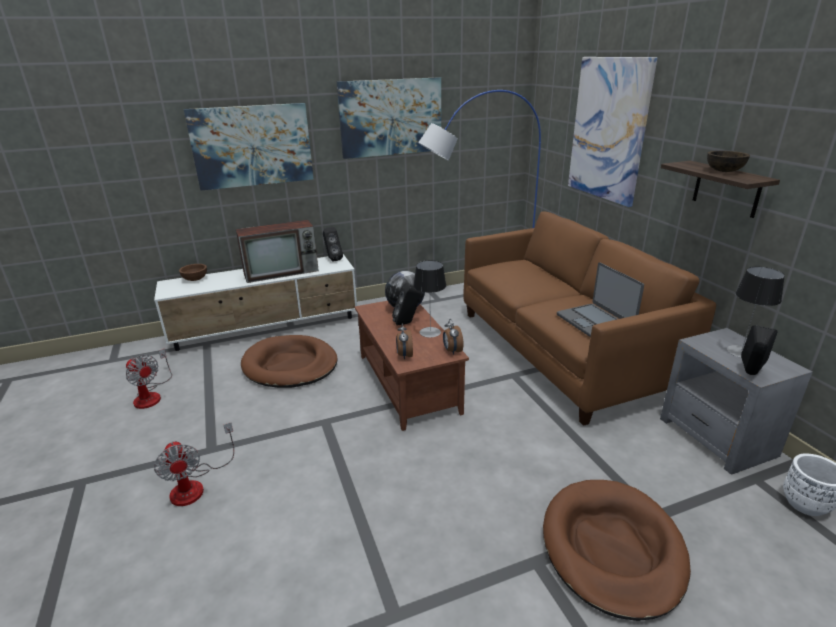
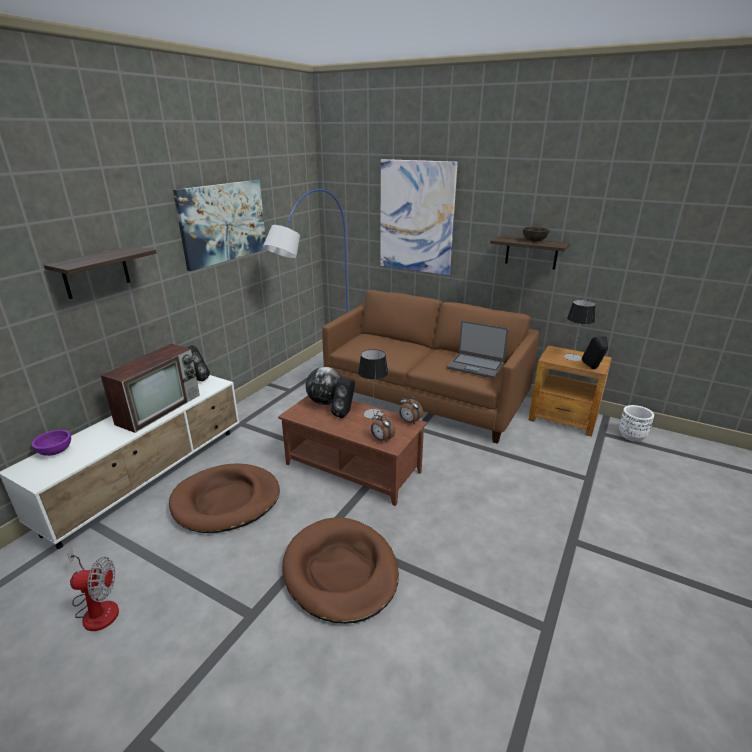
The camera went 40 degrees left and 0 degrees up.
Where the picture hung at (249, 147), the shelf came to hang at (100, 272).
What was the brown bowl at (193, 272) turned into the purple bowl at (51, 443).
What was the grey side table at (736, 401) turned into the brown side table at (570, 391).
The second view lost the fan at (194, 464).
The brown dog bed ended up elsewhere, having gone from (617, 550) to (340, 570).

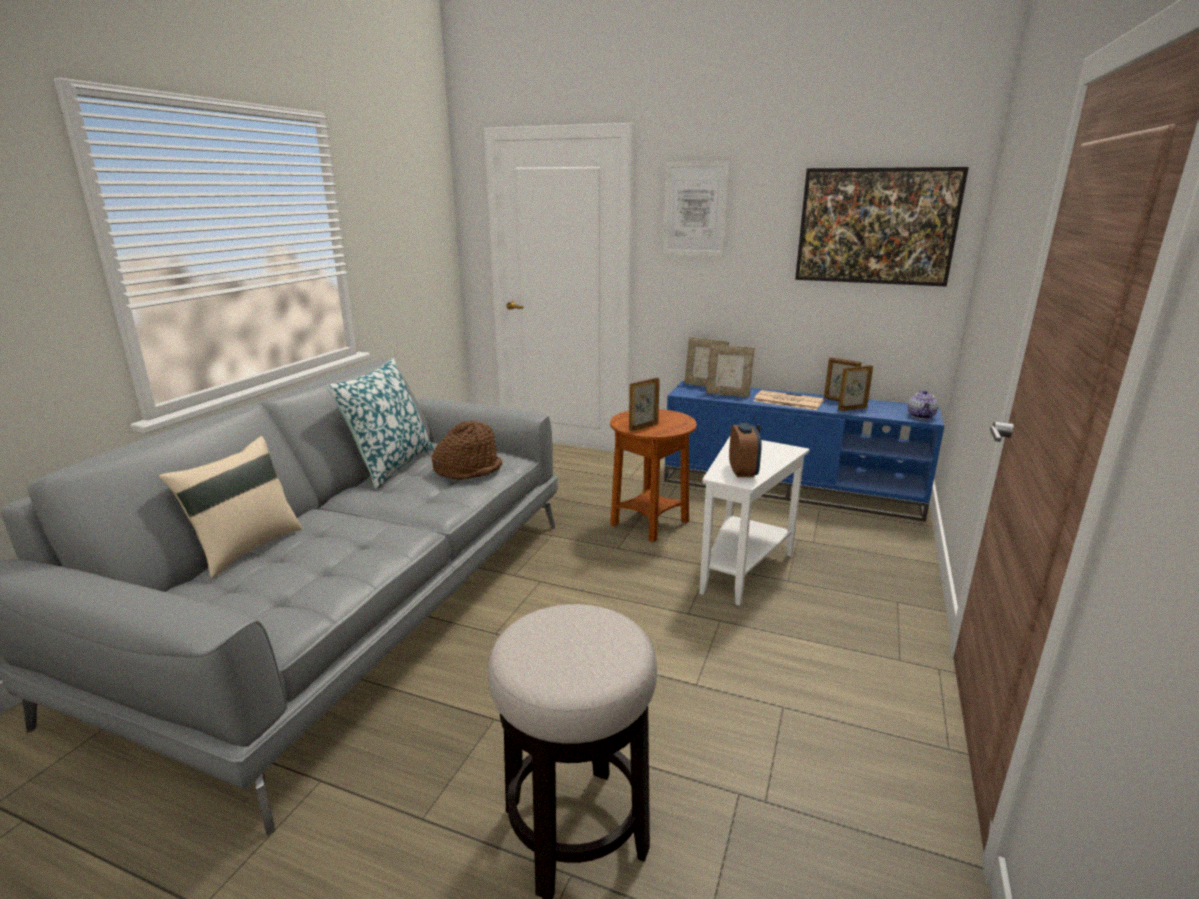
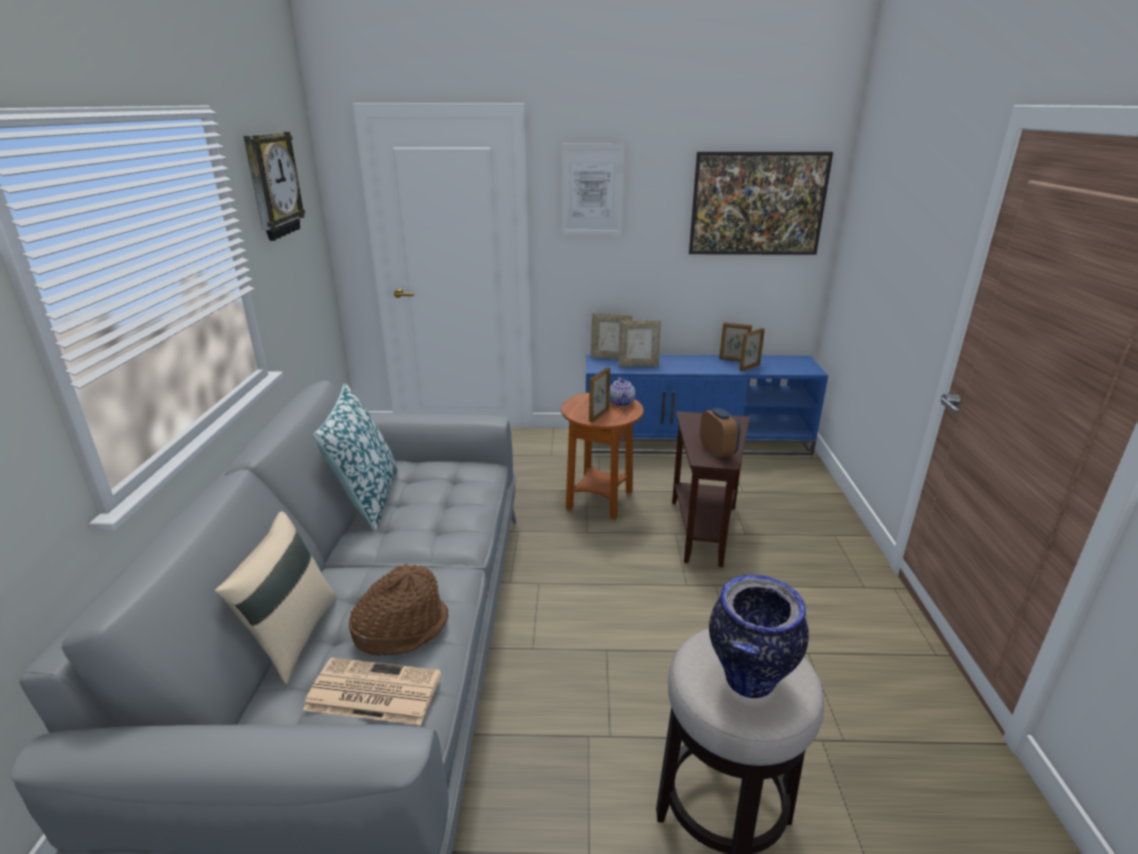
The camera went 20 degrees left and 5 degrees up.
The newspaper ended up elsewhere, having gone from (789, 400) to (372, 691).
The teapot ended up elsewhere, having gone from (923, 404) to (622, 392).
The brown hat ended up elsewhere, having gone from (467, 450) to (398, 610).
What was the white side table at (754, 521) turned into the brown side table at (711, 489).
The second view gained the wall clock at (274, 186).
The second view gained the vase at (759, 636).

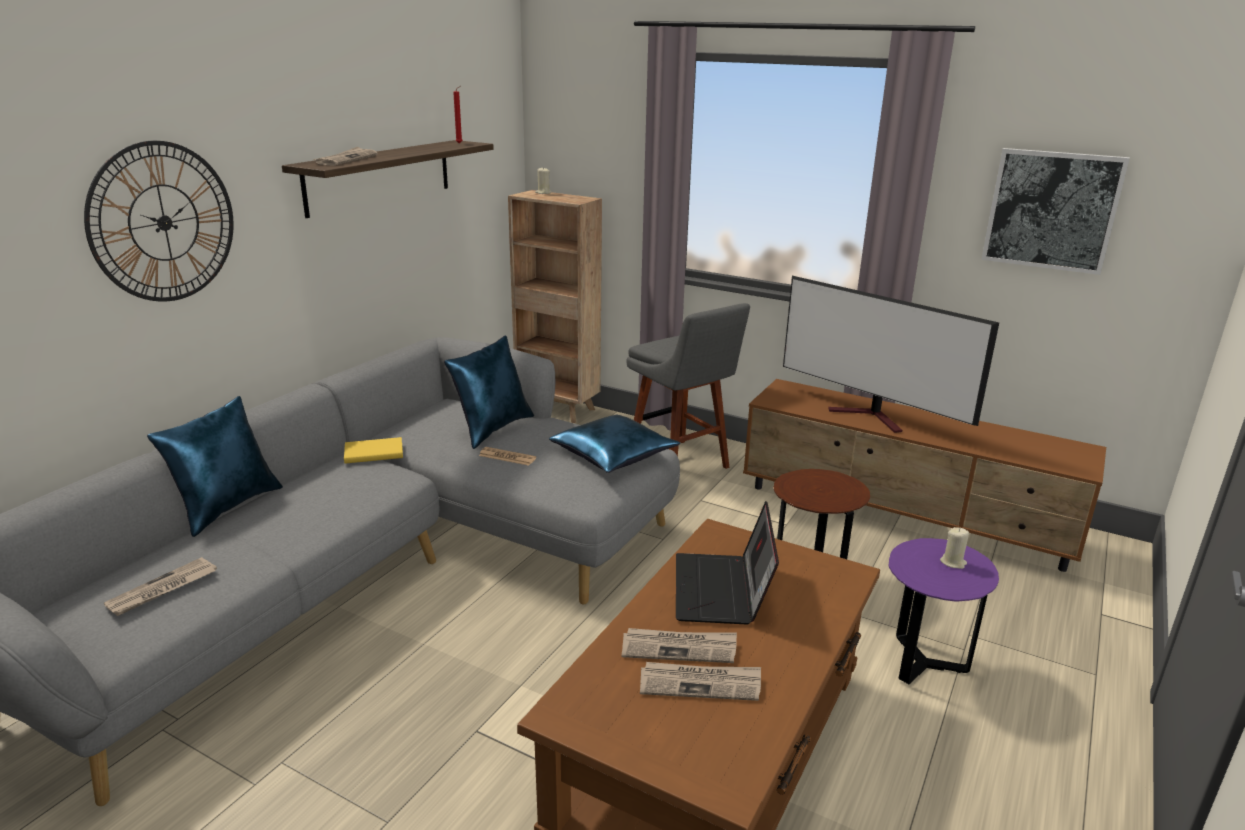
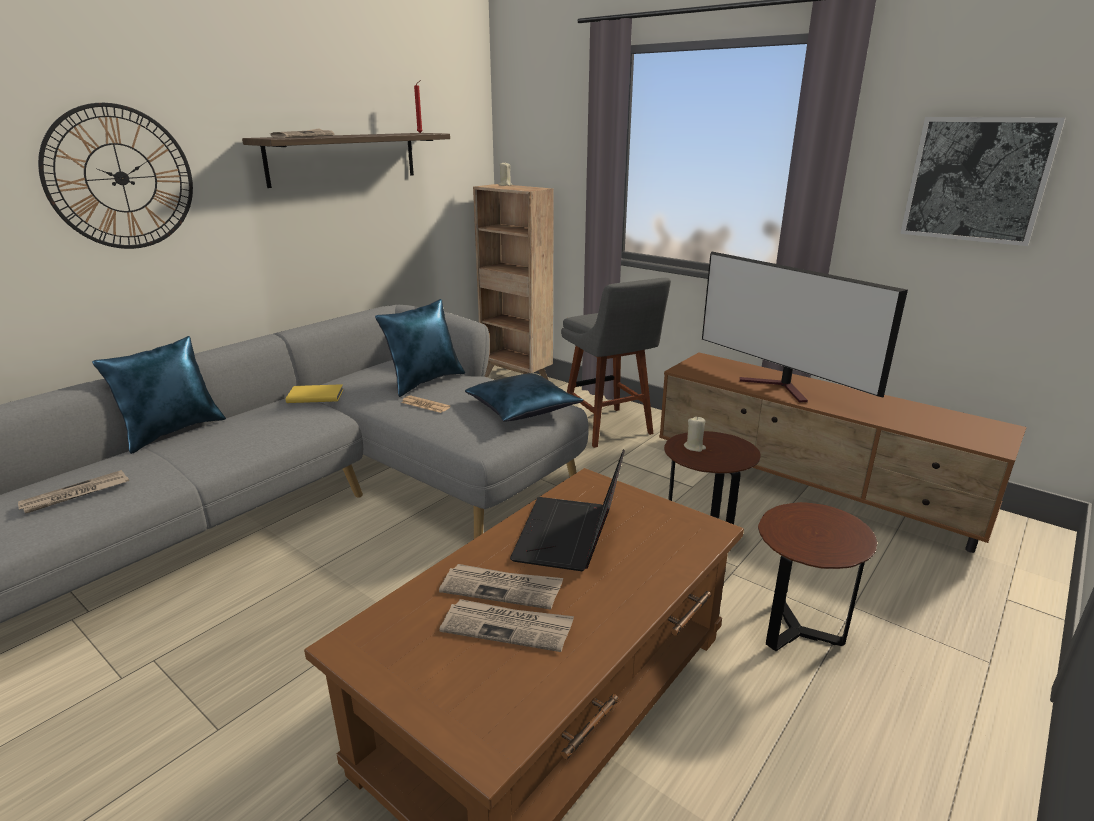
The camera went 10 degrees right and 0 degrees up.
The beige candle ended up elsewhere, having gone from (954, 548) to (695, 434).
What was the purple side table at (944, 611) turned into the brown side table at (817, 576).

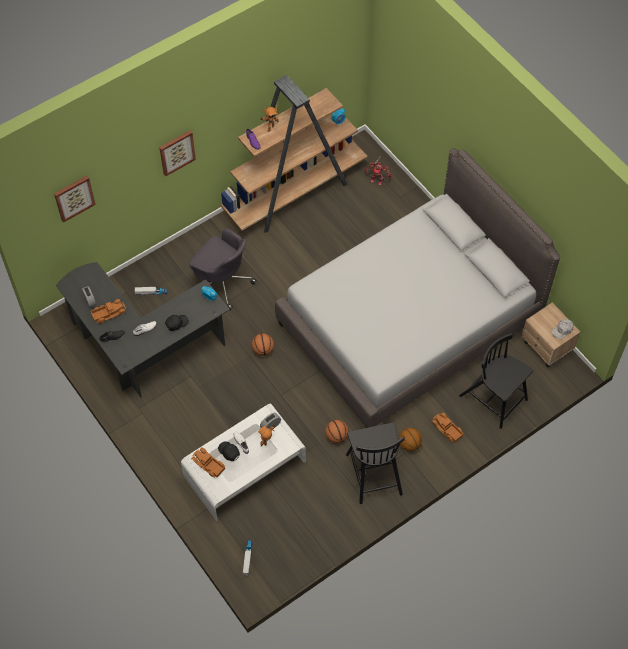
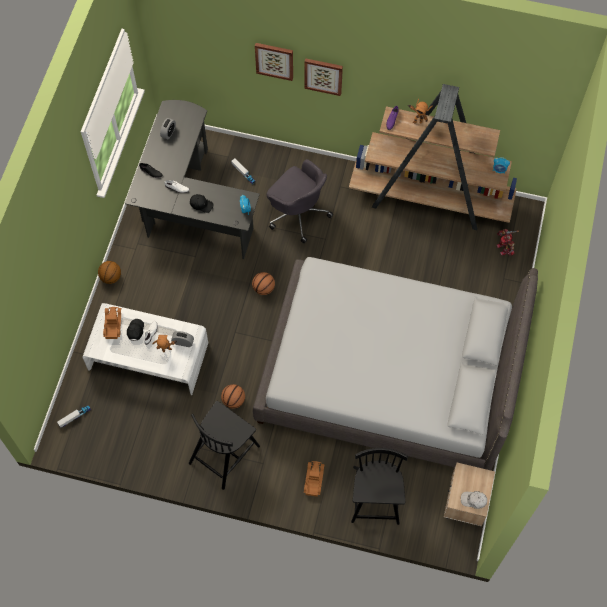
The camera went 50 degrees right and 5 degrees up.
The picture ended up elsewhere, having gone from (75, 199) to (274, 62).
The grey office chair at (223, 269) ended up facing another way, 45 degrees counterclockwise from before.
The second view lost the toy truck at (108, 311).
The basketball ended up elsewhere, having gone from (410, 439) to (109, 272).

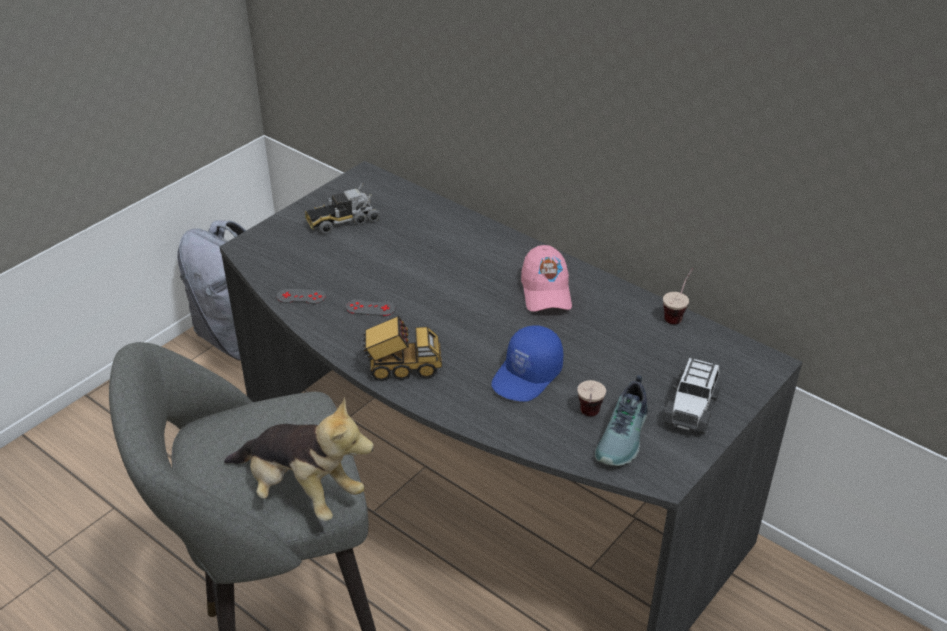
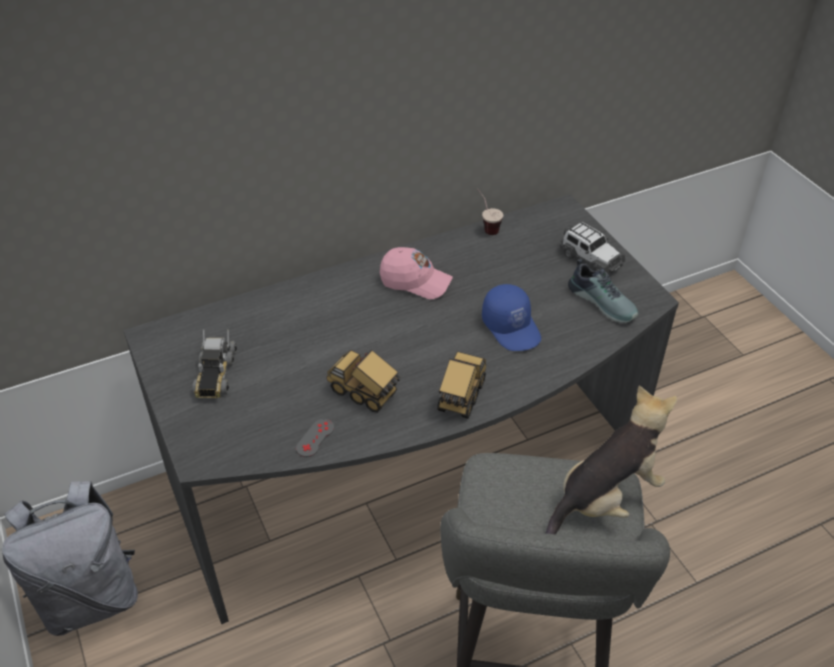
The camera went 65 degrees left and 5 degrees up.
Where the grey game controller stood at (370, 307), the toy truck came to stand at (364, 381).
The second view lost the cup at (591, 398).

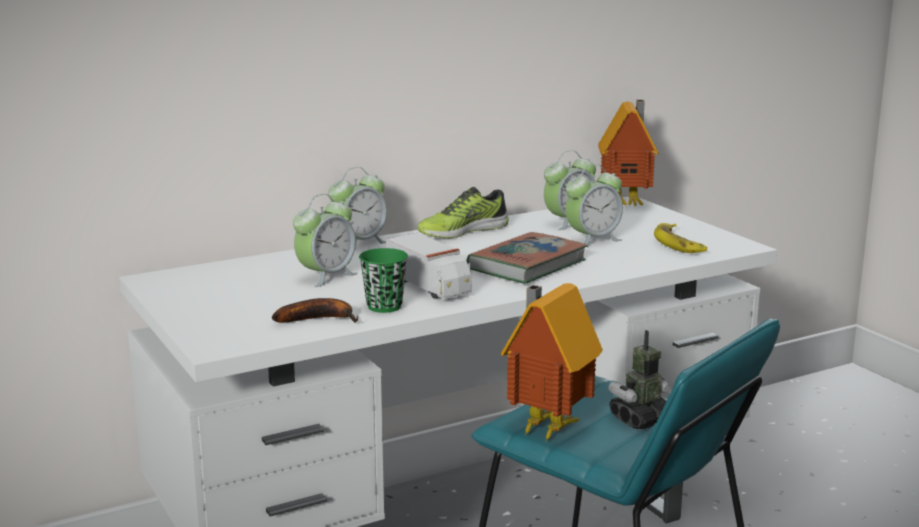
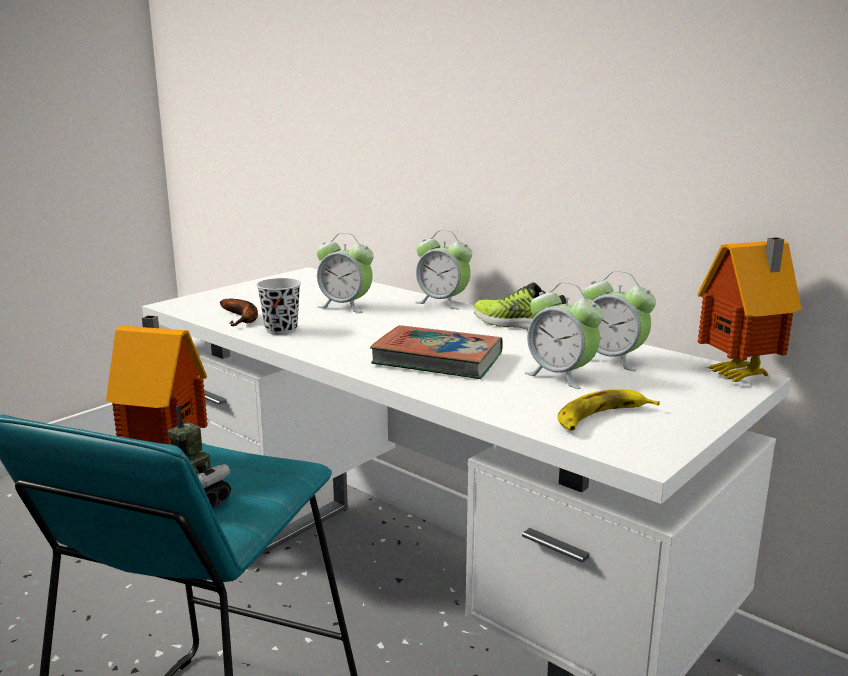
The camera went 70 degrees right and 0 degrees up.
The second view lost the toy truck at (429, 266).
What was the green cup at (383, 280) turned into the black cup at (278, 306).

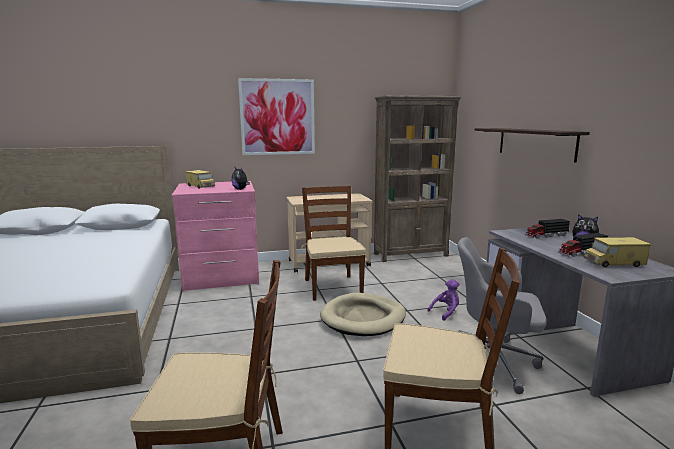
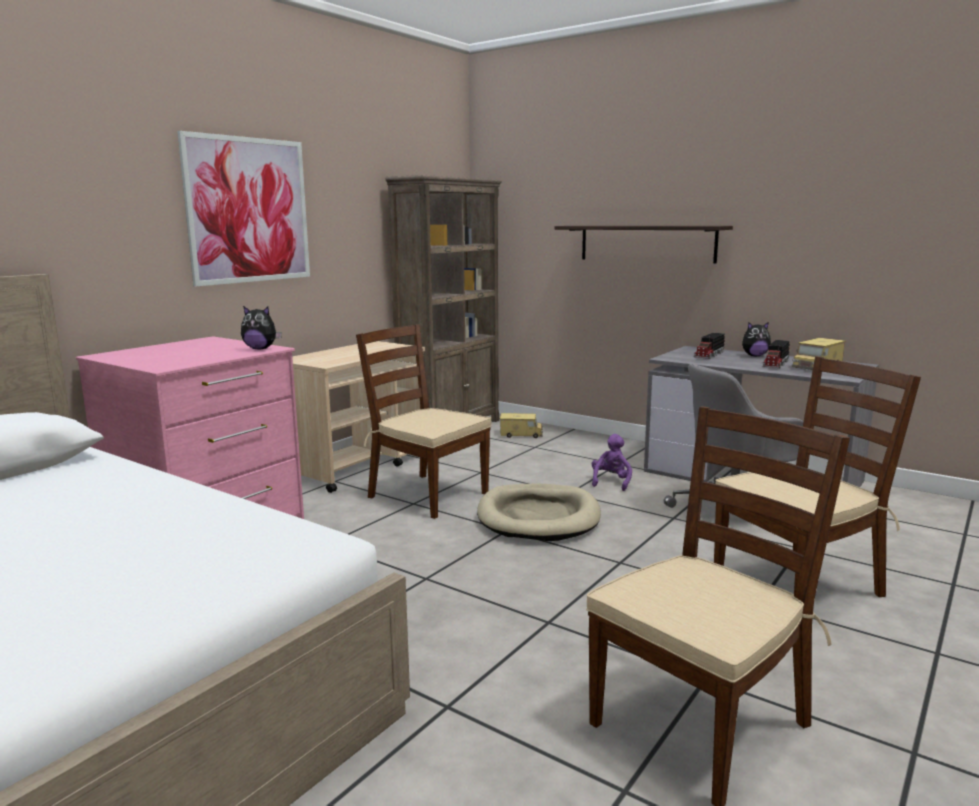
The camera went 40 degrees left and 0 degrees up.
The toy truck ended up elsewhere, having gone from (200, 179) to (521, 425).

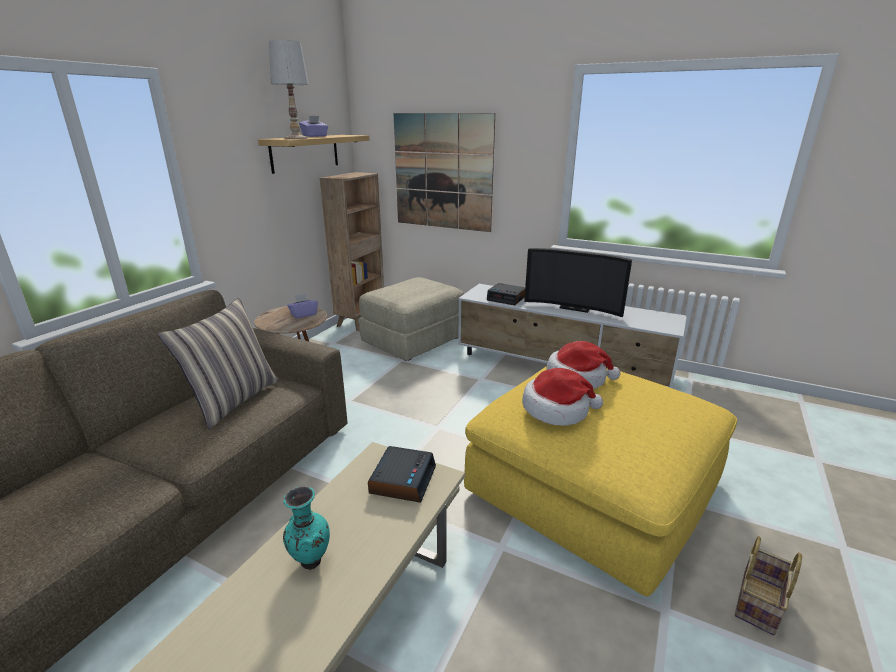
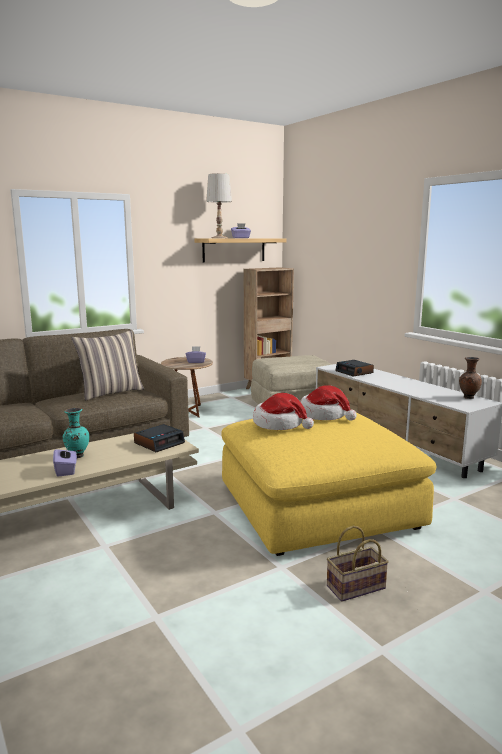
The camera went 30 degrees right and 10 degrees down.
The second view lost the picture at (444, 172).
The second view lost the television at (578, 282).
The second view gained the brown vase at (470, 378).
The second view gained the purple tissue box at (65, 461).

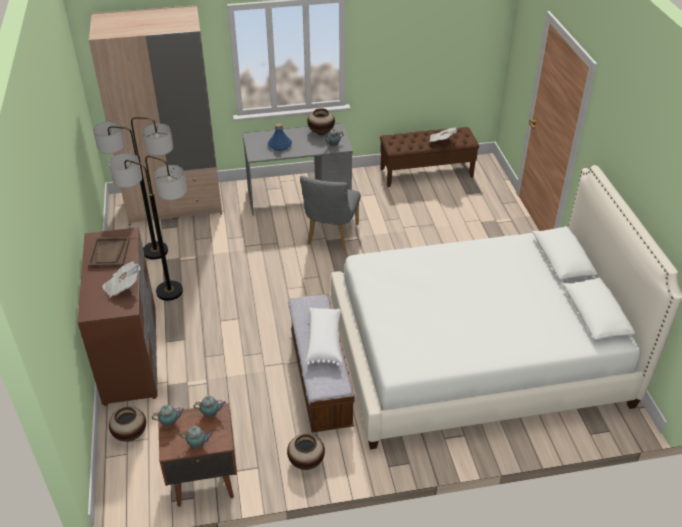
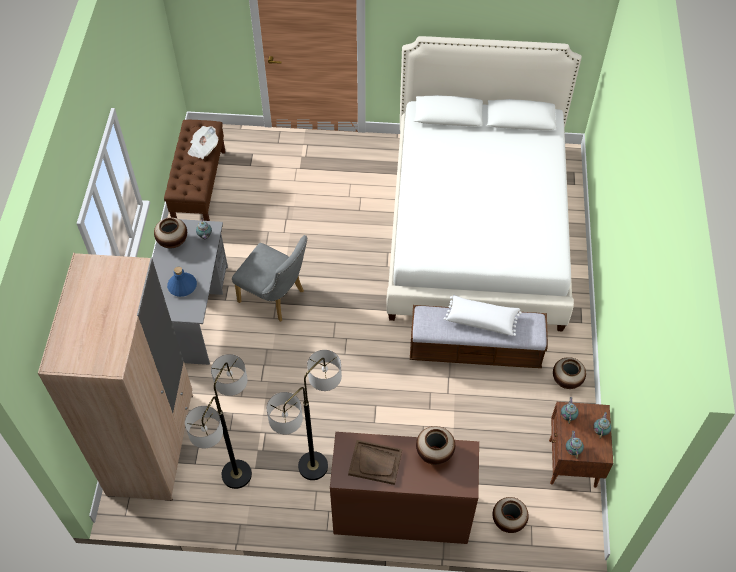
The camera went 75 degrees left and 15 degrees up.
Where the newspaper stood at (121, 279), the vase came to stand at (435, 445).

